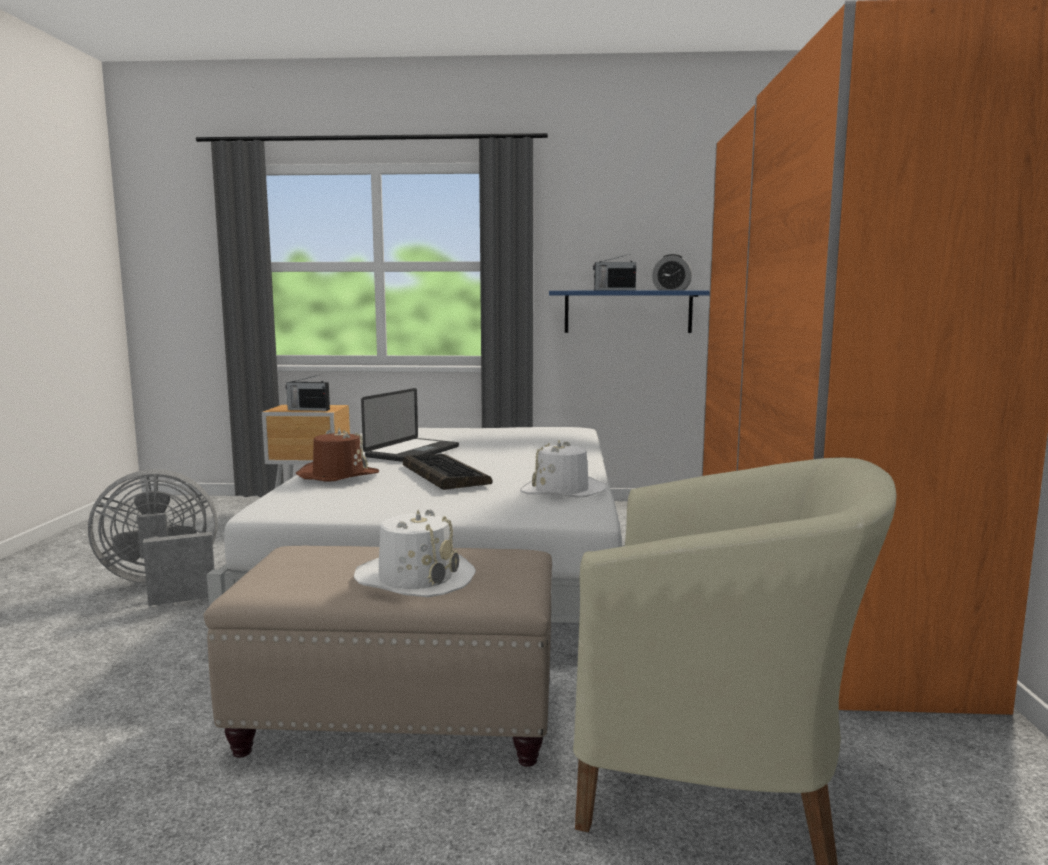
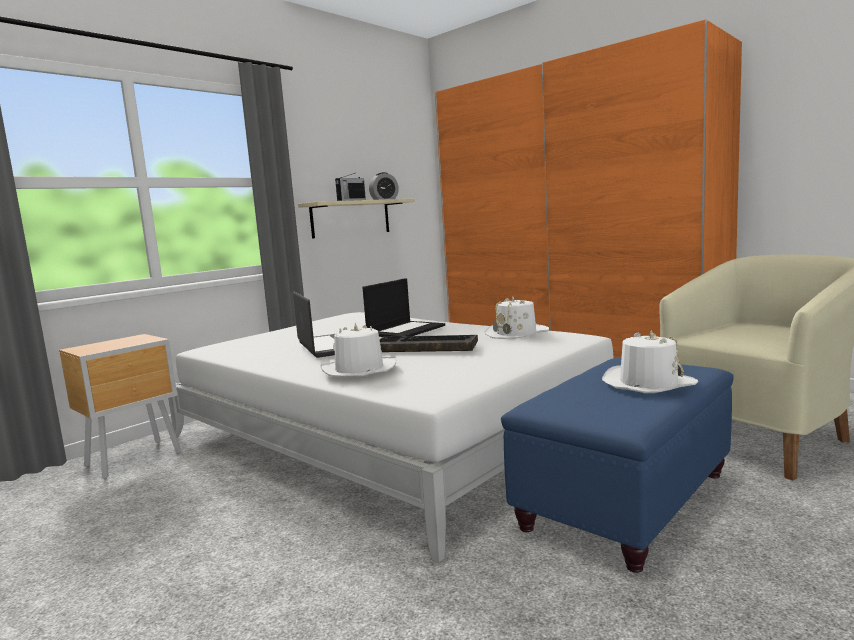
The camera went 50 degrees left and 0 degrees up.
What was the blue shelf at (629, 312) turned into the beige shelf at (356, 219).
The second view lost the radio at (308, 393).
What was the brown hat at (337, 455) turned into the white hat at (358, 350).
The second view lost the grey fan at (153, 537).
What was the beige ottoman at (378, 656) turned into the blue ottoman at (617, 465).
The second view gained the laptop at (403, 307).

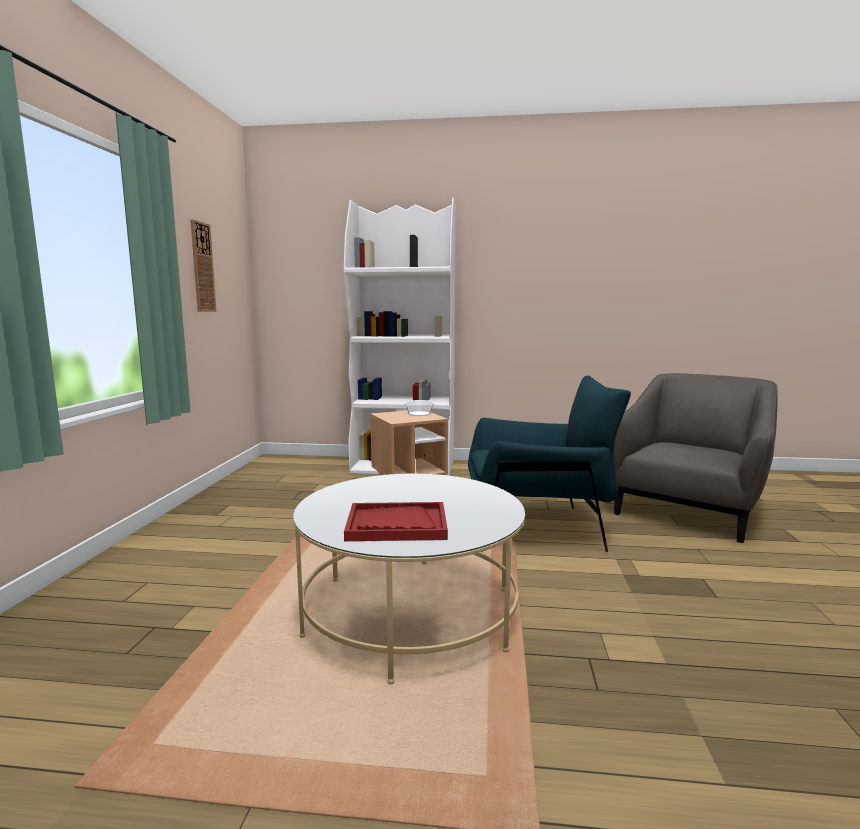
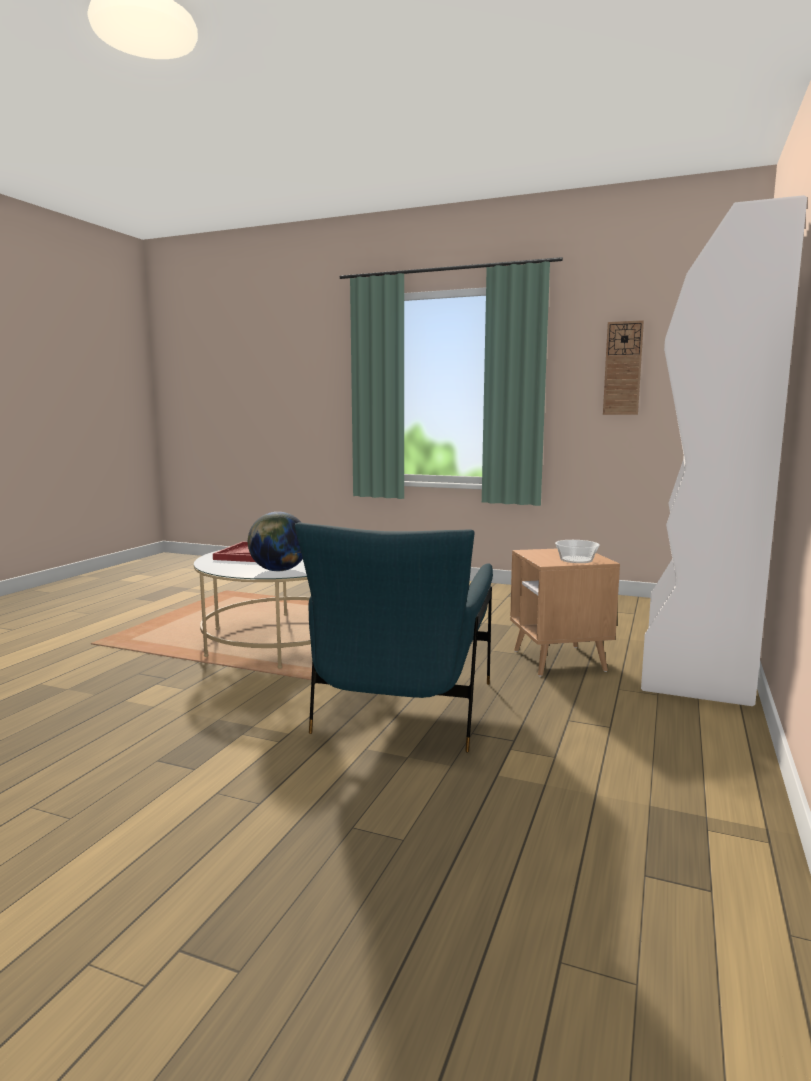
The camera went 105 degrees right and 0 degrees up.
The second view lost the grey armchair at (695, 458).
The second view gained the globe at (275, 541).

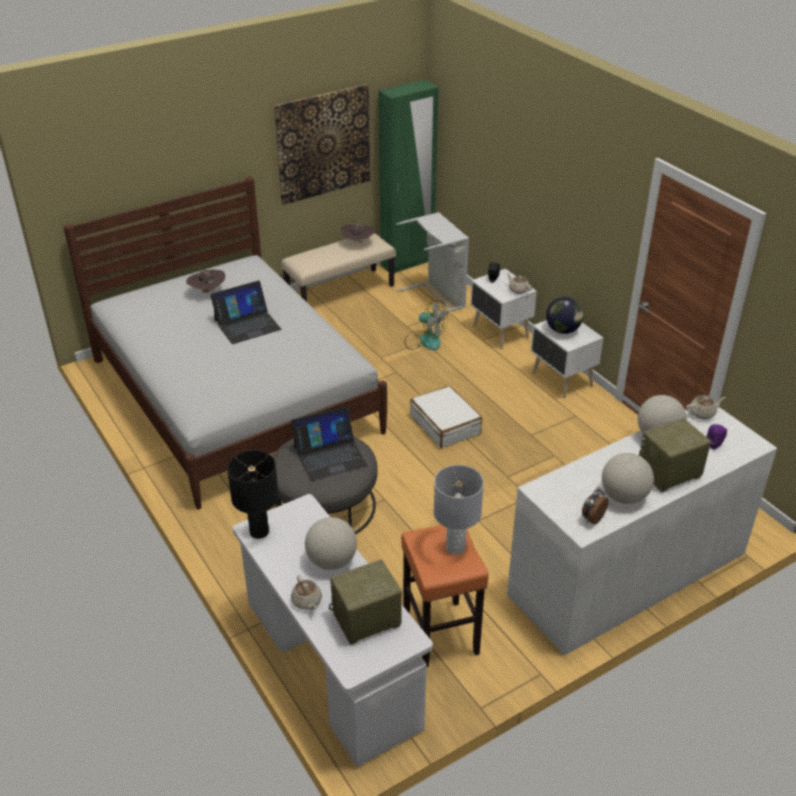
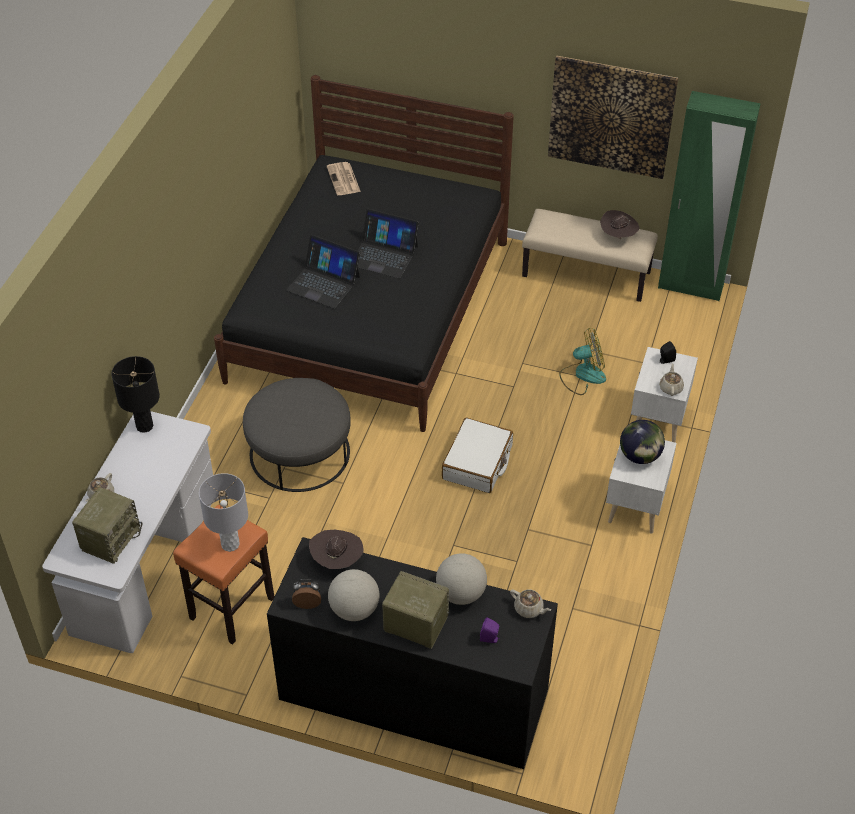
The camera went 50 degrees right and 10 degrees up.
What was the white bed at (225, 343) turned into the black bed at (364, 253).
The second view lost the grey laundry basket at (432, 263).
The brown hat ended up elsewhere, having gone from (205, 281) to (336, 549).
The fan at (426, 325) ended up facing another way, 90 degrees counterclockwise from before.
The laptop ended up elsewhere, having gone from (329, 443) to (323, 271).
What was the white dresser at (642, 531) turned into the black dresser at (412, 653).
The second view lost the globe at (331, 543).
The radio at (365, 602) ended up facing another way, 90 degrees clockwise from before.
The second view gained the newspaper at (344, 178).

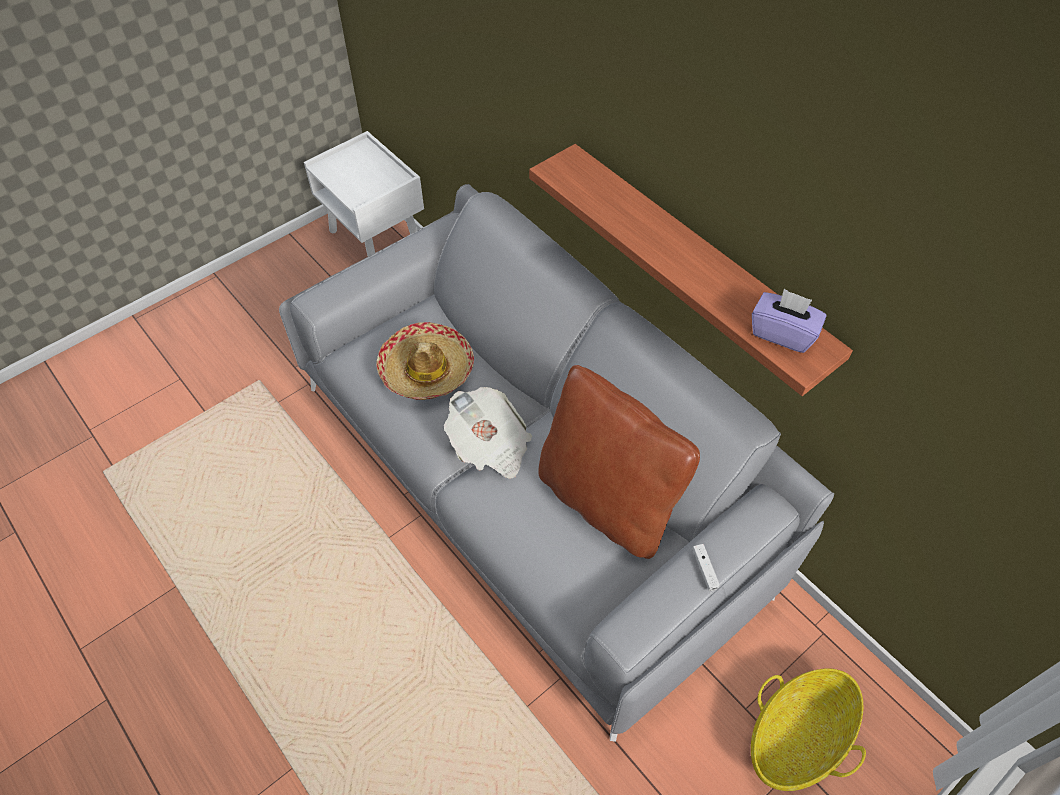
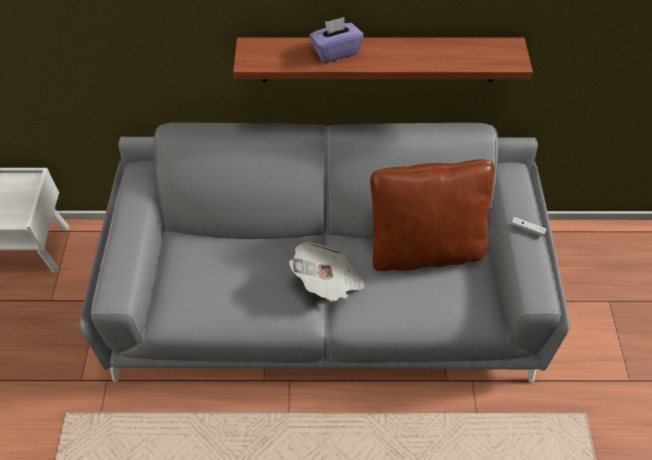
The camera went 50 degrees left and 0 degrees up.
The purple tissue box ended up elsewhere, having gone from (789, 321) to (337, 40).
The second view lost the hat at (425, 361).
The second view lost the basket at (808, 729).

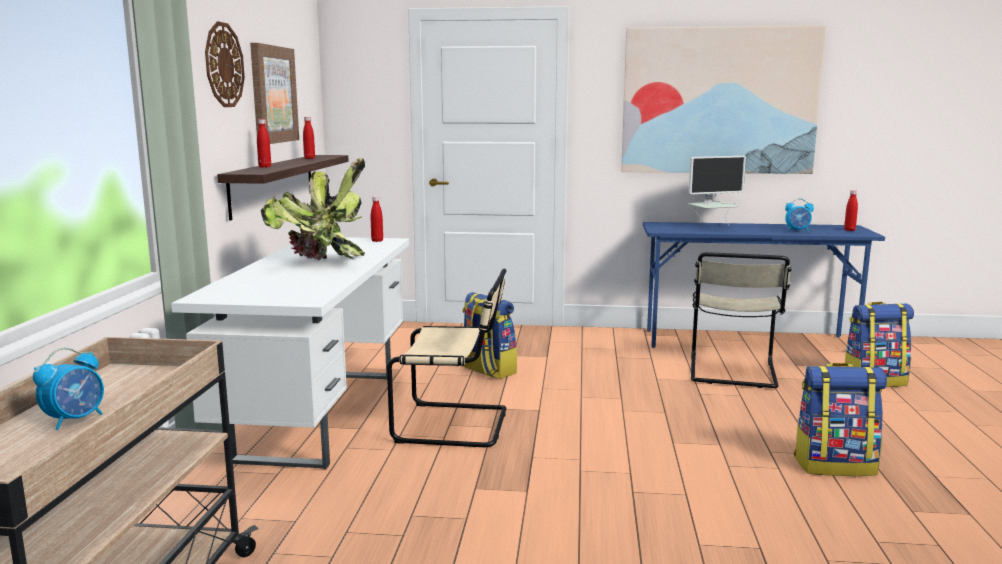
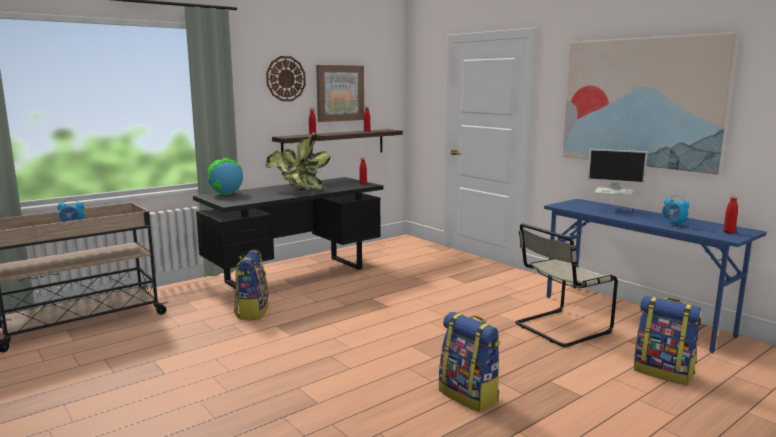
The camera went 45 degrees right and 0 degrees up.
What was the white desk at (290, 353) turned into the black desk at (288, 233).
The second view lost the beige chair at (447, 358).
The backpack ended up elsewhere, having gone from (489, 335) to (251, 284).
The second view gained the globe at (225, 176).

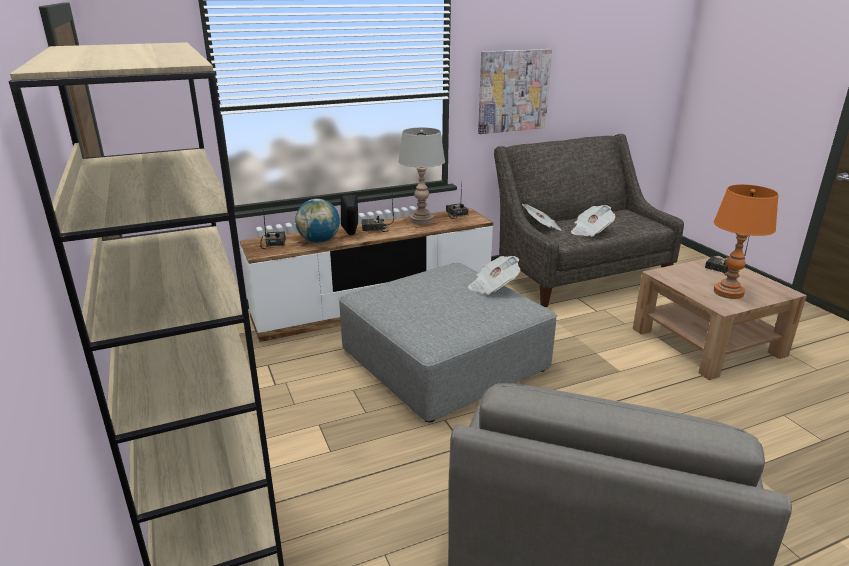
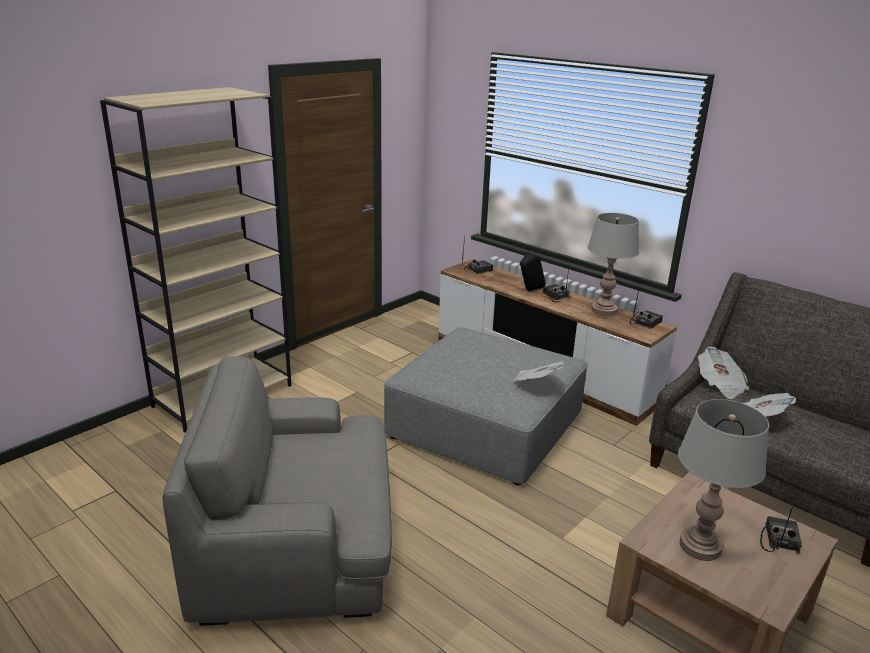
The camera went 65 degrees right and 0 degrees up.
The second view lost the picture at (515, 91).
What was the orange table lamp at (746, 241) turned into the grey table lamp at (723, 480).
The second view lost the globe at (317, 221).

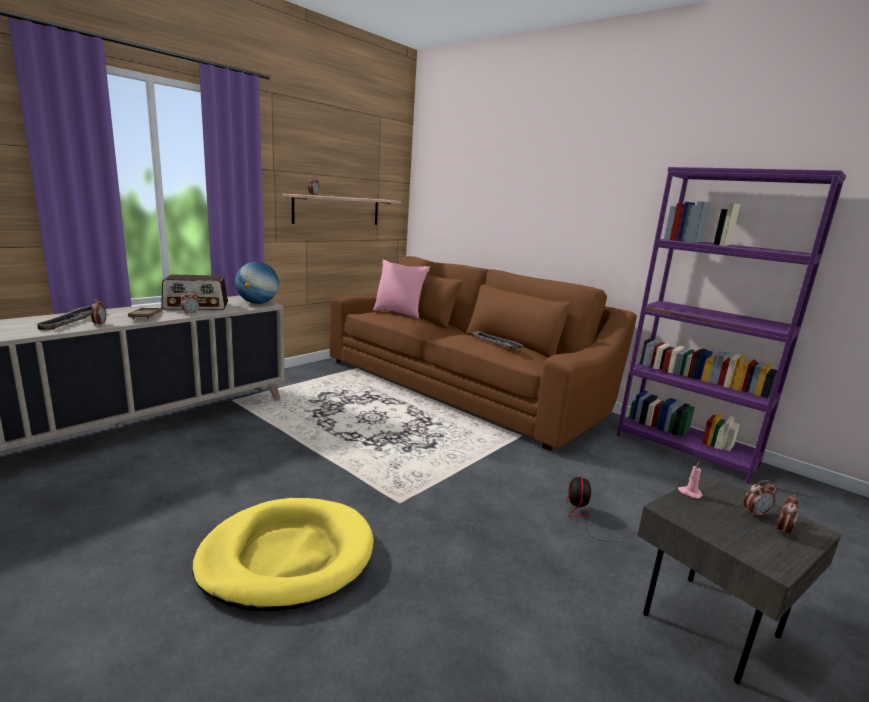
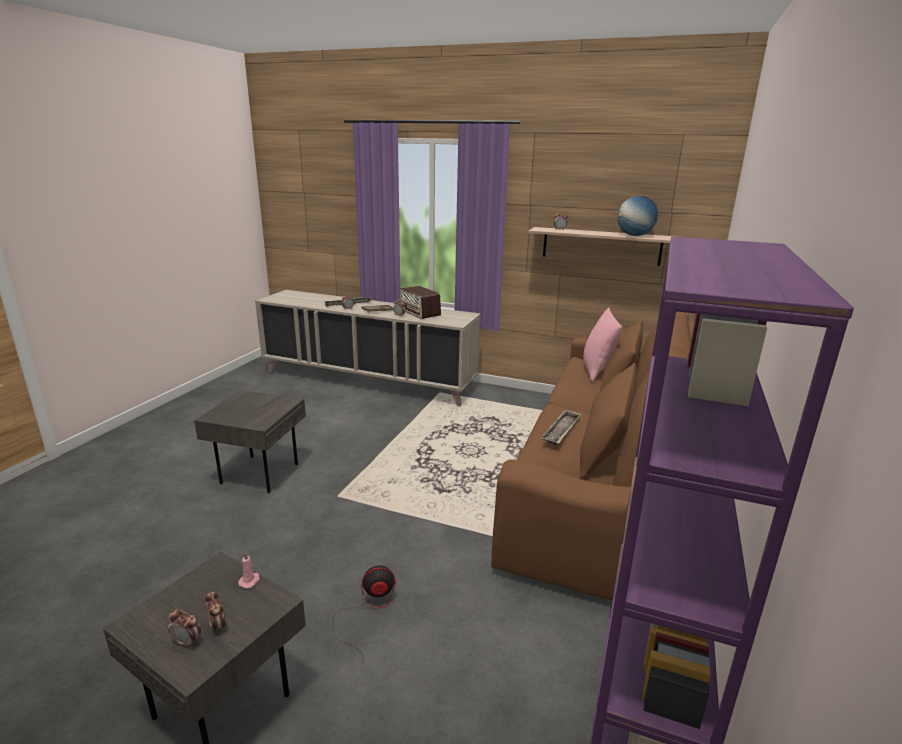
The camera went 70 degrees right and 5 degrees up.
The globe ended up elsewhere, having gone from (257, 283) to (637, 216).
Where the yellow dog bed stood at (283, 554), the grey side table came to stand at (250, 441).

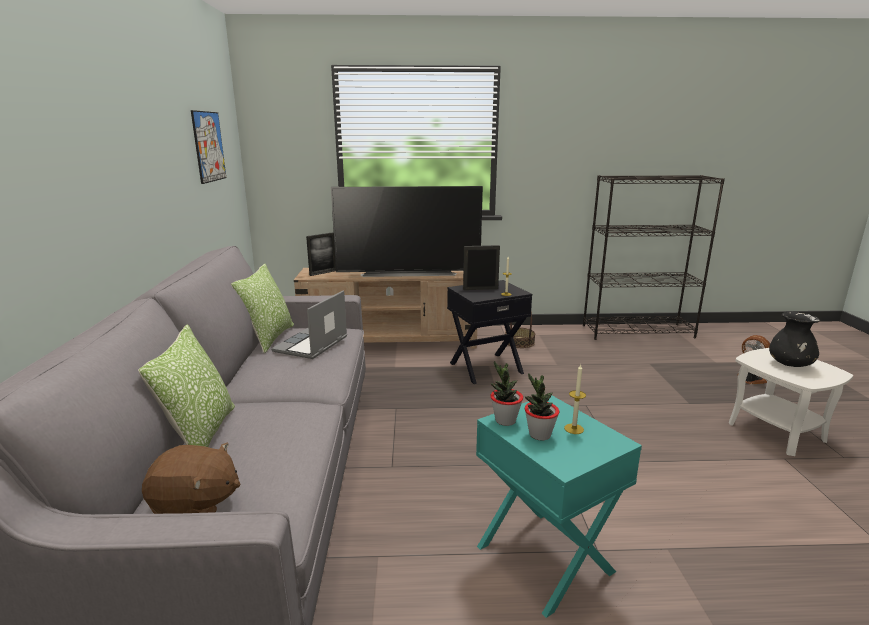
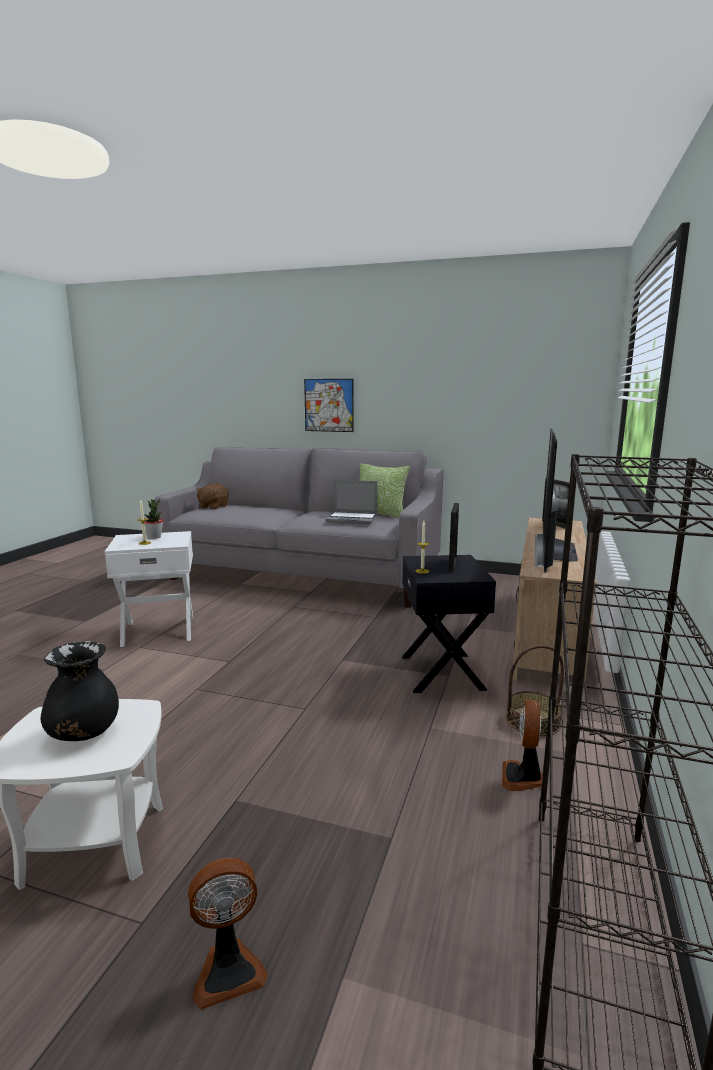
The camera went 110 degrees right and 5 degrees down.
The picture ended up elsewhere, having gone from (208, 147) to (329, 405).
The laptop at (309, 324) ended up facing another way, 150 degrees clockwise from before.
The second view lost the pillow at (186, 385).
The second view lost the potted plant at (507, 393).
What was the turquoise side table at (559, 507) turned into the white side table at (149, 589).
The second view gained the fan at (522, 745).

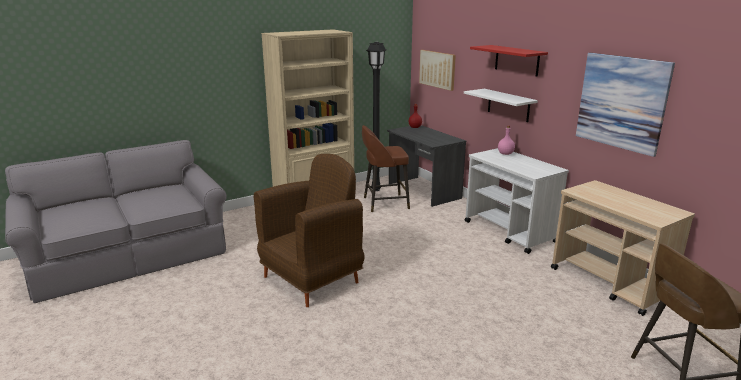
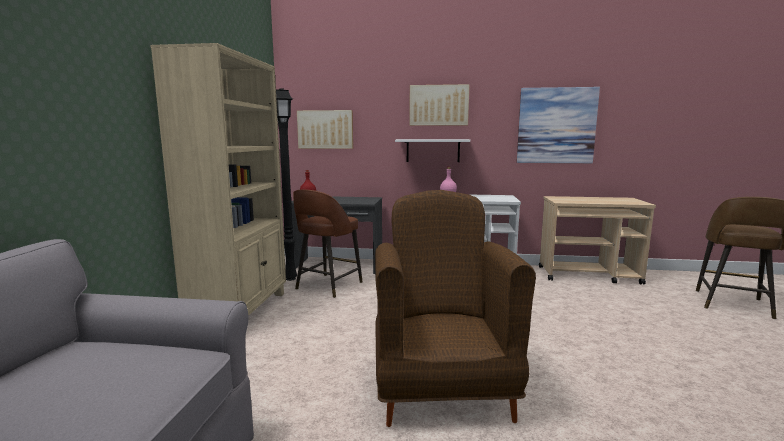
The camera went 50 degrees left and 10 degrees down.
Where the red shelf hung at (509, 61), the picture came to hang at (439, 105).

